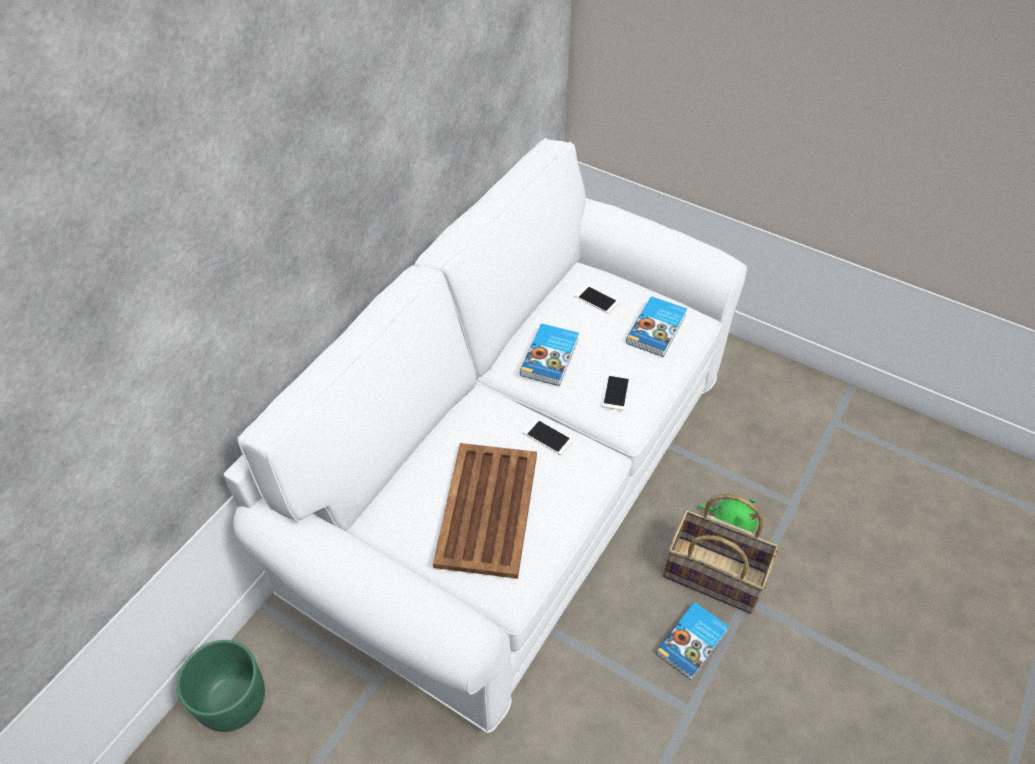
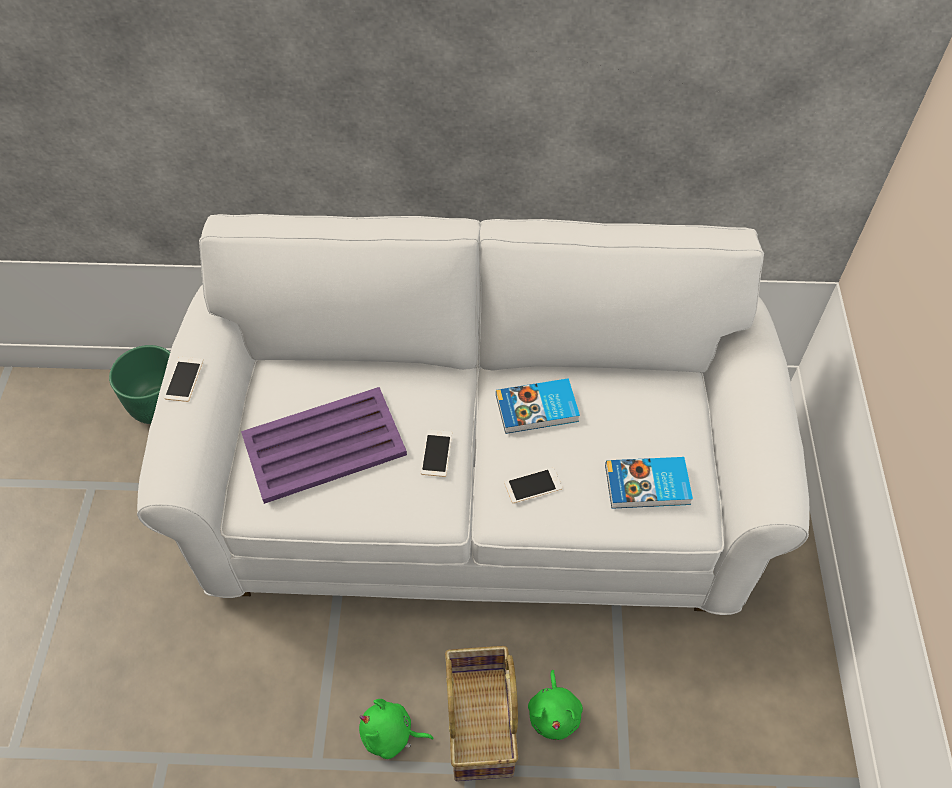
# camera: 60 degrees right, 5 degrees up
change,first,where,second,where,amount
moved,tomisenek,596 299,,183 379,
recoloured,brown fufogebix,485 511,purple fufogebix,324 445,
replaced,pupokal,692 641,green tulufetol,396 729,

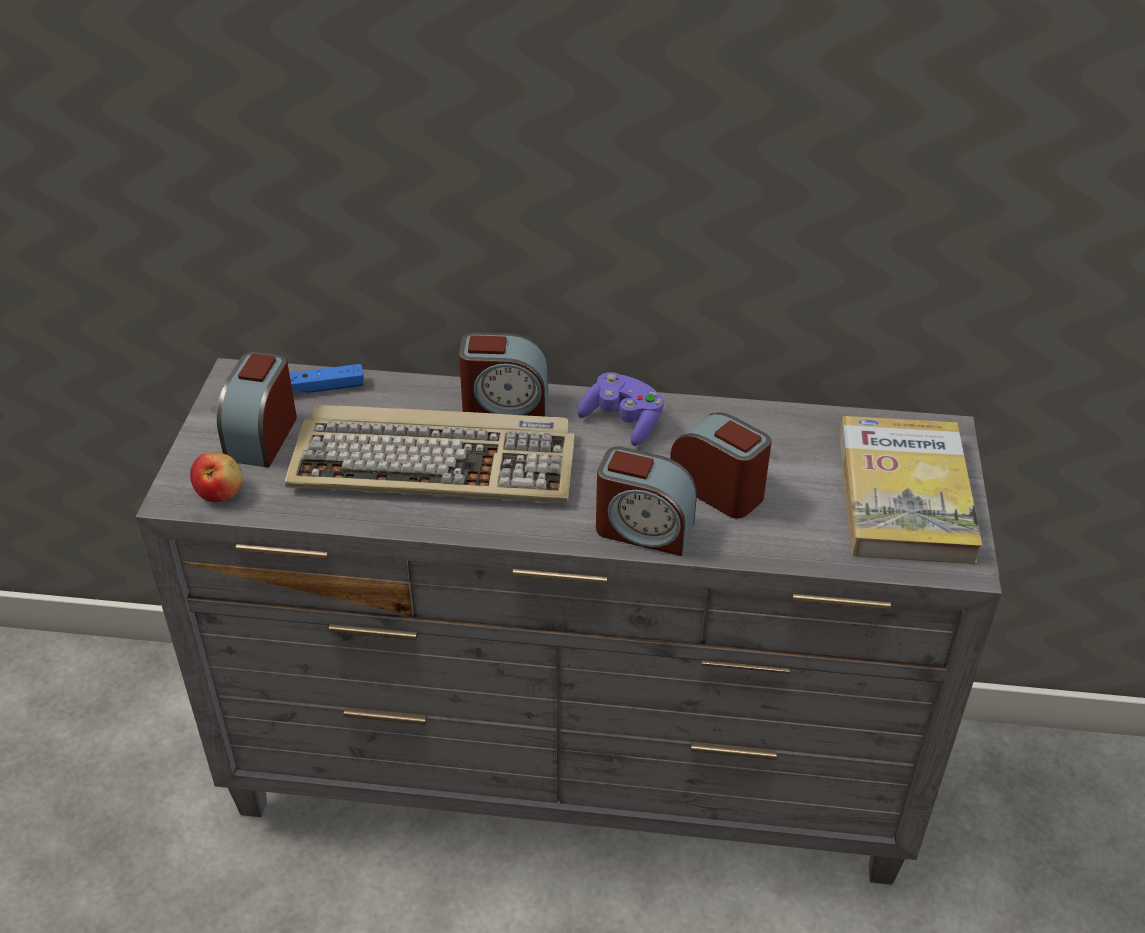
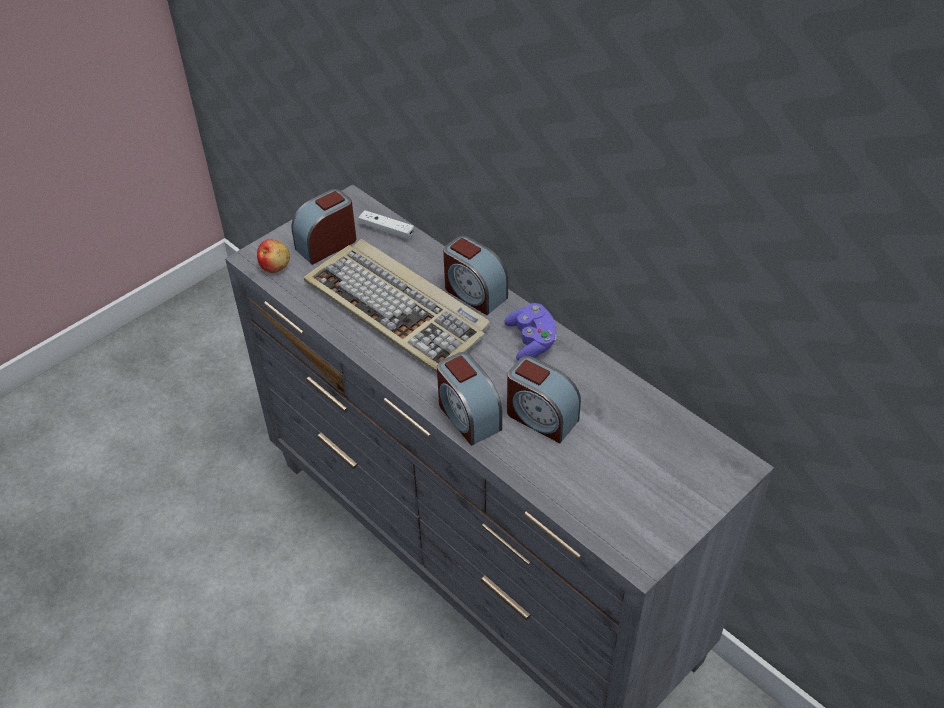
# camera: 40 degrees right, 5 degrees up
change,first,where,second,where,amount
recoloured,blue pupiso,326 378,white pupiso,386 225,
turned,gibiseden,720 465,,544 399,135 degrees clockwise
removed,pupokal,910 490,,,

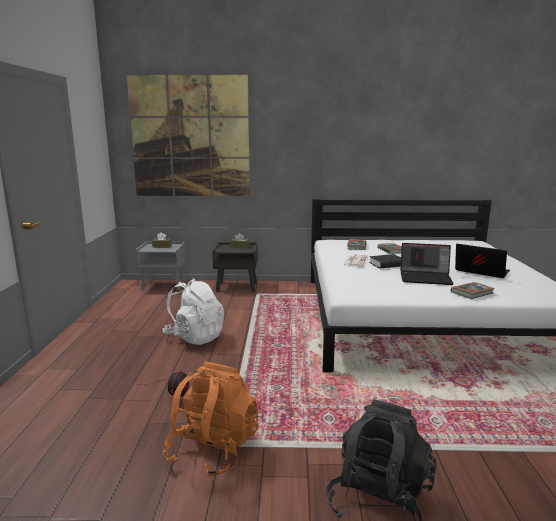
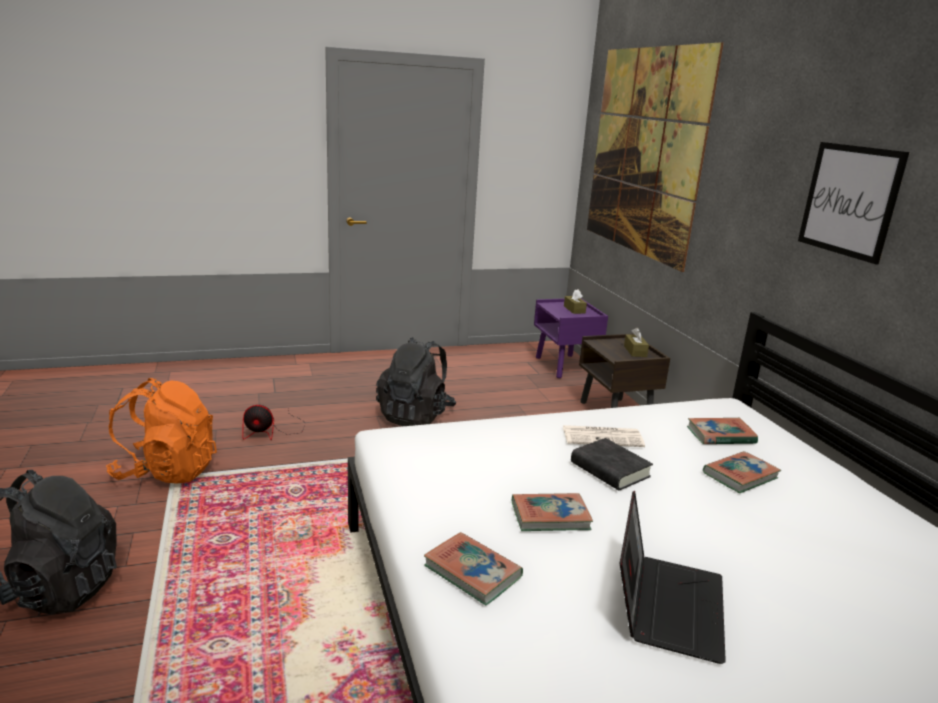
# camera: 70 degrees right, 5 degrees up
change,first,where,second,where,amount
recoloured,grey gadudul,160 266,purple gadudul,571 338,
replaced,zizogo,427 264,pupokal,552 512,
recoloured,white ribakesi,193 311,black ribakesi,416 381,
added,,,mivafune,853 203,

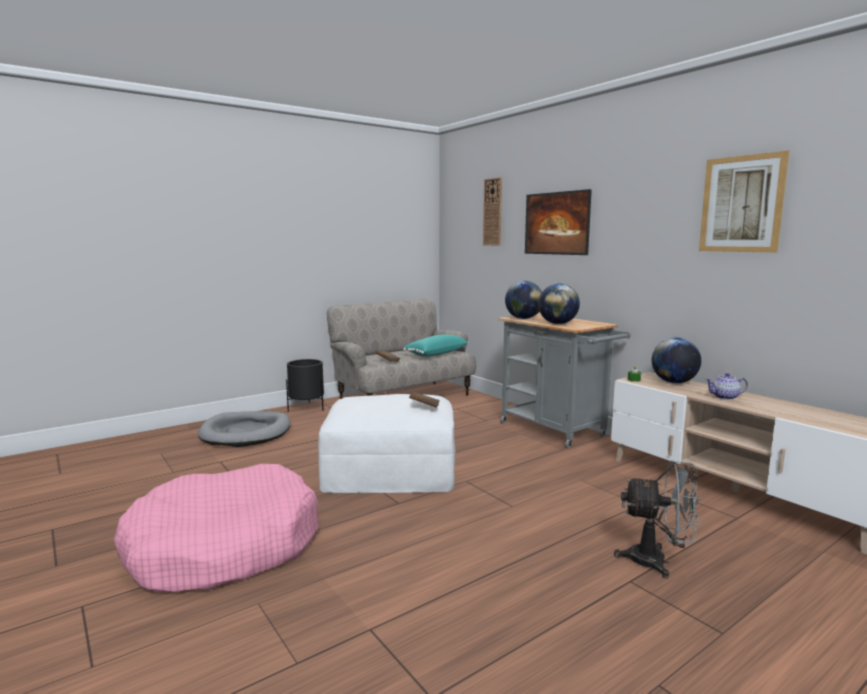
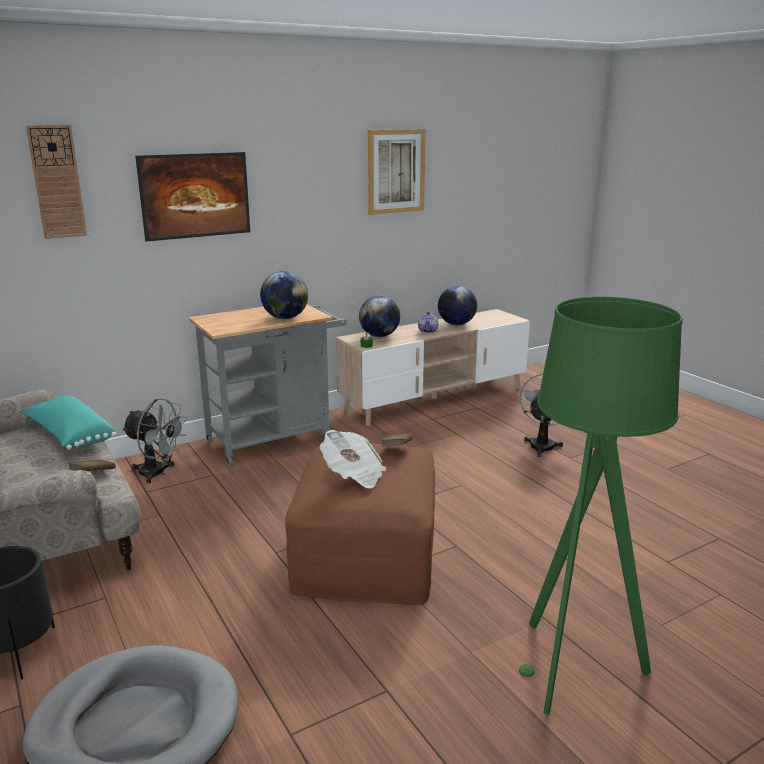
# camera: 85 degrees left, 10 degrees up
change,first,where,second,where,amount
moved,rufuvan,523 300,,457 305,
recoloured,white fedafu,386 443,brown fedafu,360 524,
replaced,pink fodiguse,216 528,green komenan,601 506,
added,,,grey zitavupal,154 441,
added,,,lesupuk,353 459,

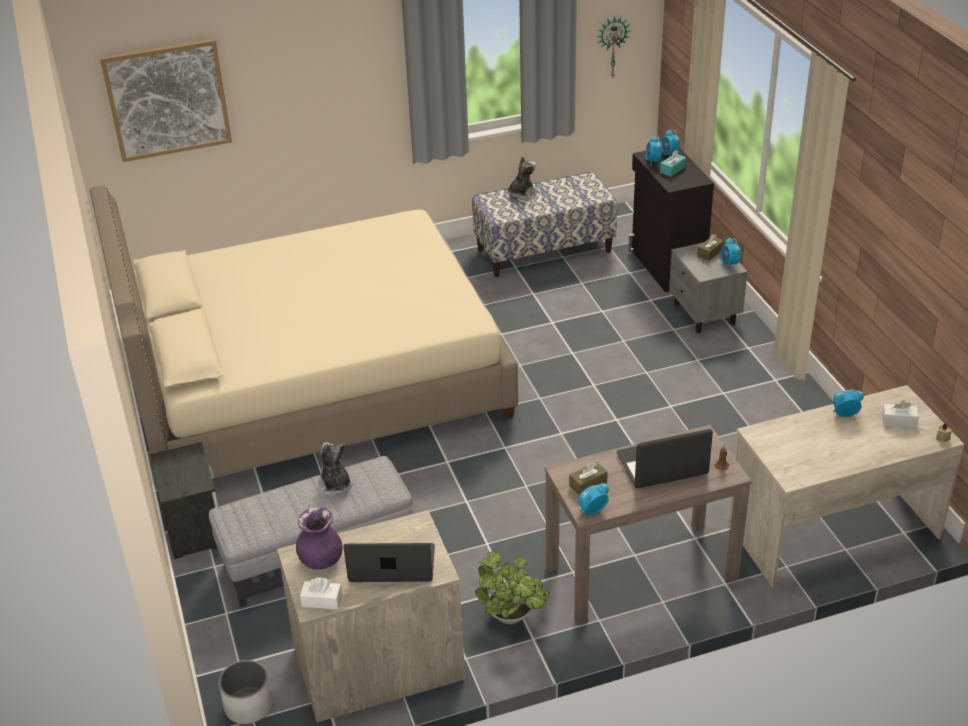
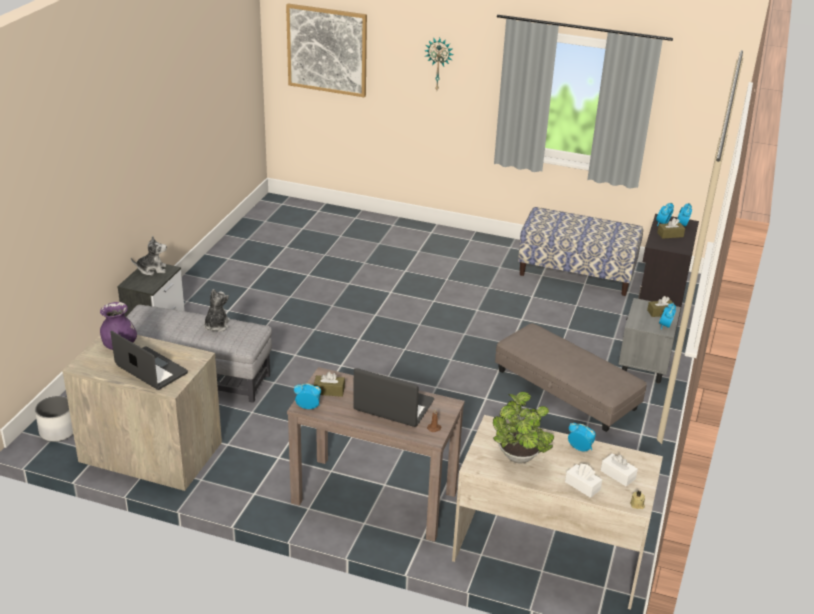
# camera: 35 degrees right, 5 degrees down
change,first,where,second,where,amount
moved,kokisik,613 47,,439 63,
recoloured,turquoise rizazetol,673 164,brown rizazetol,671 228,
moved,tulufetol,523 178,,149 256,
removed,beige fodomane,304 331,,,
moved,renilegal,512 587,,523 428,
moved,white rizazetol,321 593,,583 481,
added,,,grey fedafu,571 377,

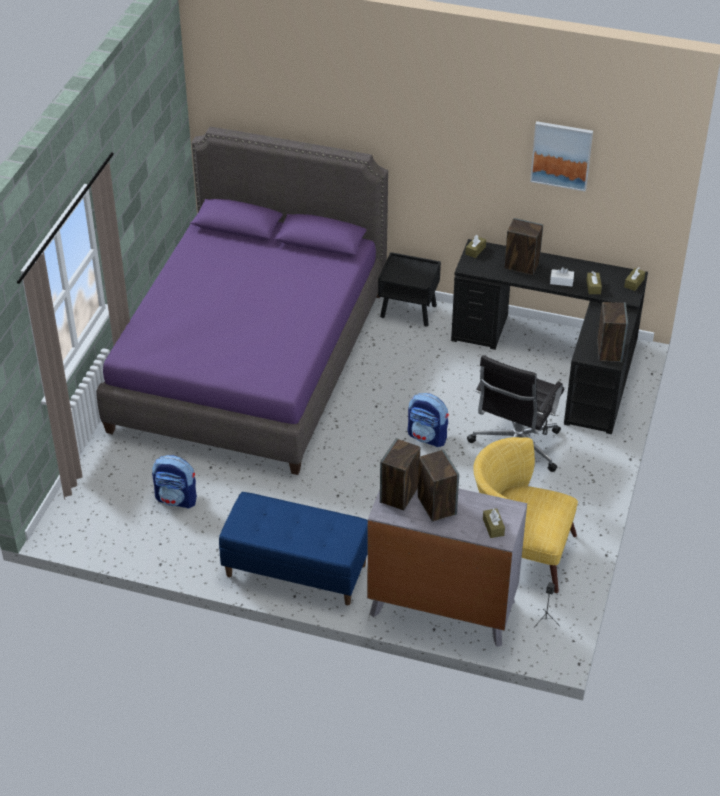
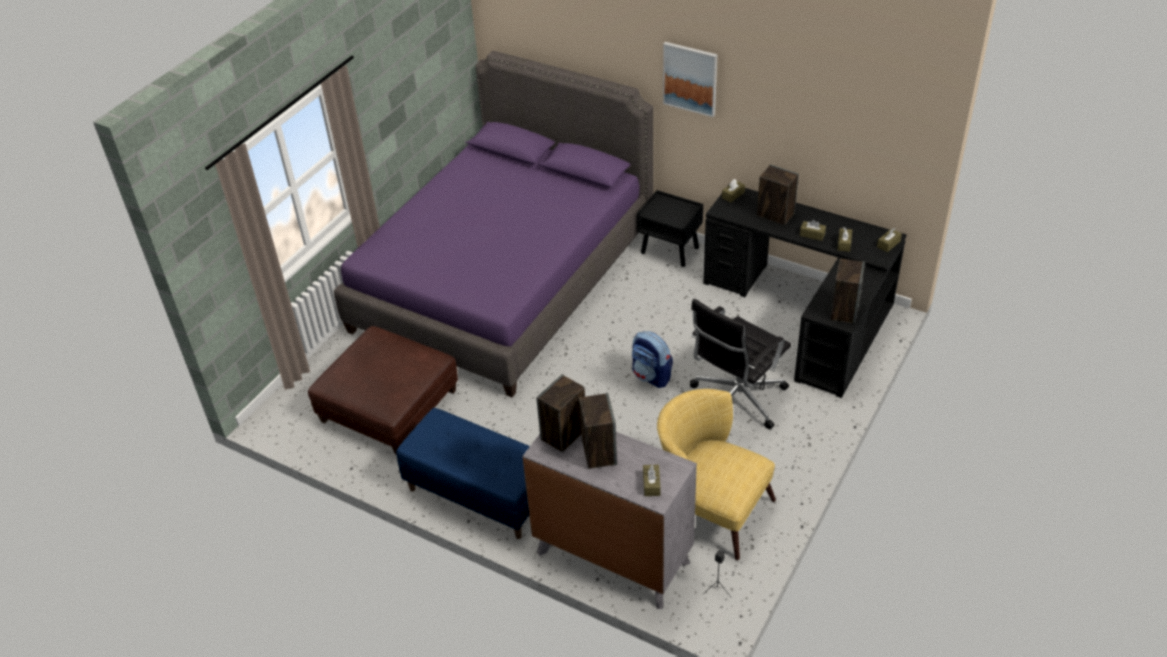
# camera: 15 degrees right, 0 degrees up
change,first,where,second,where,amount
moved,mivafune,561 156,,690 79,
recoloured,white rizazetol,562 276,brown rizazetol,813 230,
replaced,ribakesi,174 481,brown fedafu,383 390,

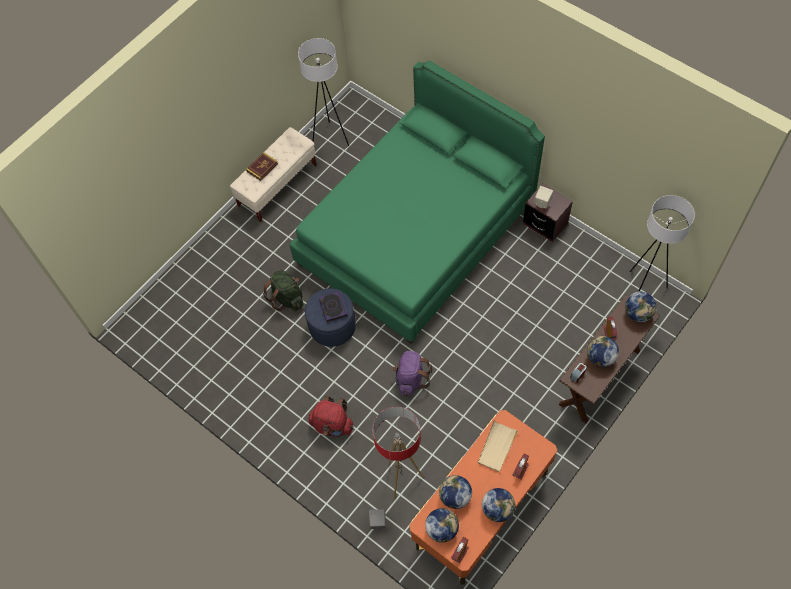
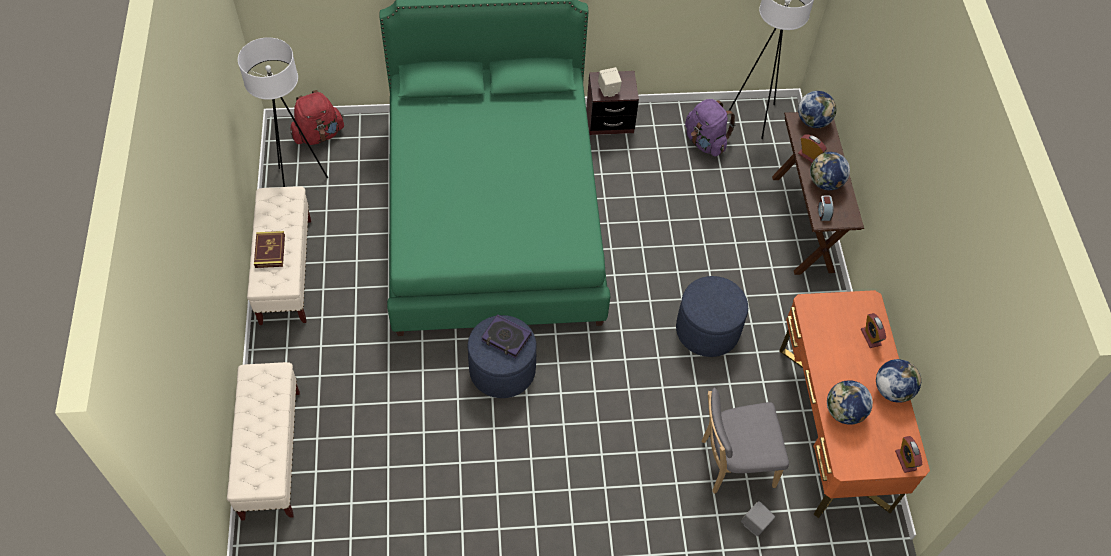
# camera: 50 degrees left, 5 degrees down
change,first,where,second,where,amount
removed,green ribakesi,283 290,,,
moved,purple ribakesi,412 373,,710 128,
moved,red ribakesi,331 416,,317 117,
replaced,komenan,397 453,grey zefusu,745 441,
removed,beige fufogebix,498 446,,,
removed,rufuvan,442 525,,,
added,,,blue fedafu,712 316,
added,,,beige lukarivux,263 441,

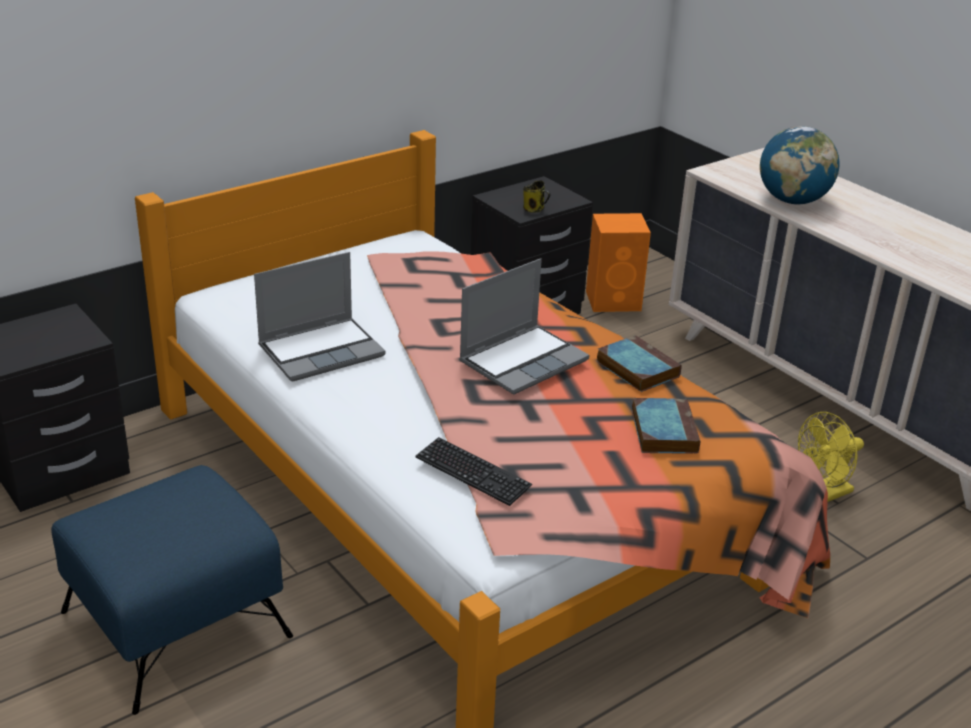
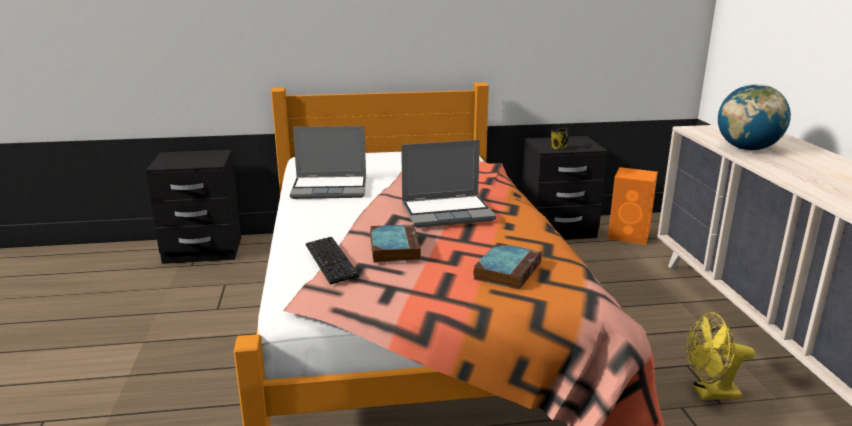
# camera: 30 degrees right, 10 degrees down
change,first,where,second,where,amount
moved,pupokal,639 363,,395 243,
removed,blue fedafu,172 590,,,

